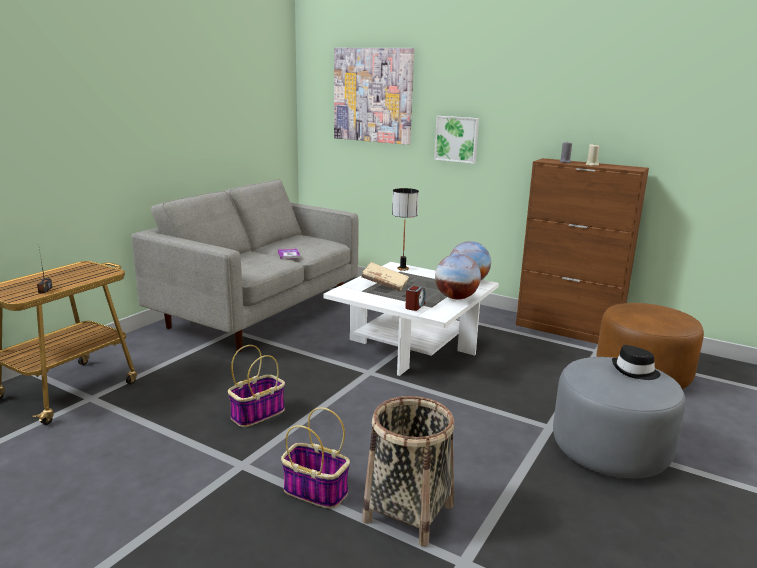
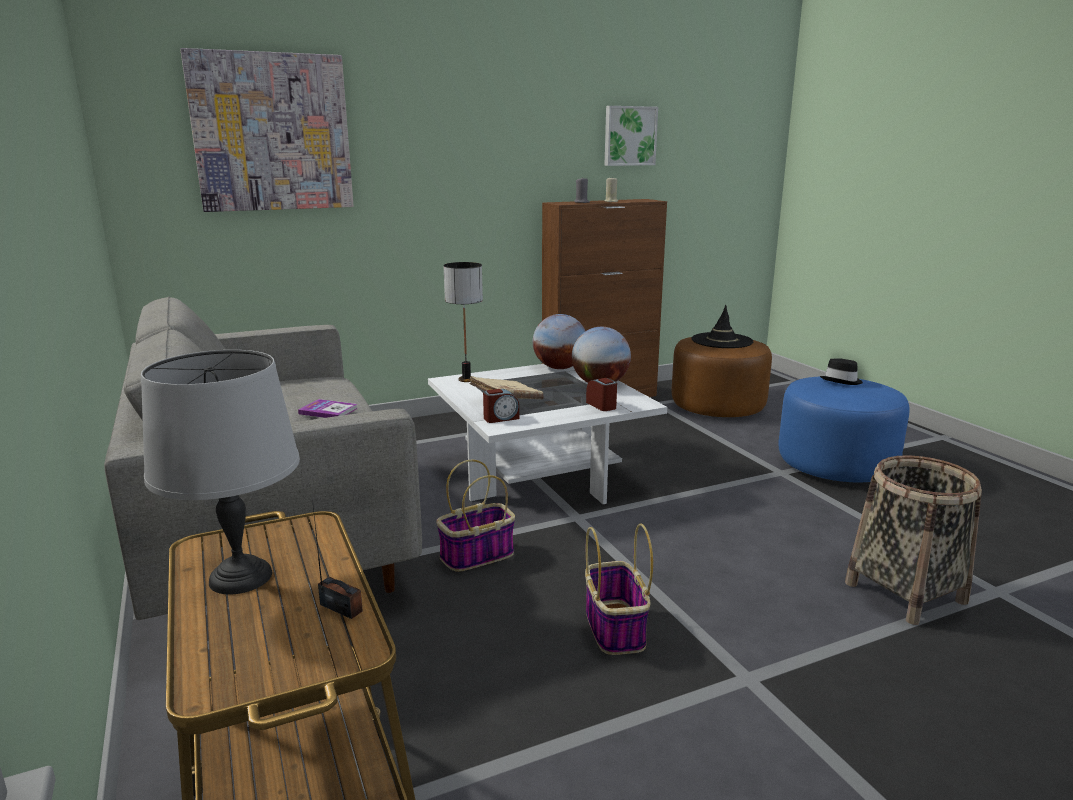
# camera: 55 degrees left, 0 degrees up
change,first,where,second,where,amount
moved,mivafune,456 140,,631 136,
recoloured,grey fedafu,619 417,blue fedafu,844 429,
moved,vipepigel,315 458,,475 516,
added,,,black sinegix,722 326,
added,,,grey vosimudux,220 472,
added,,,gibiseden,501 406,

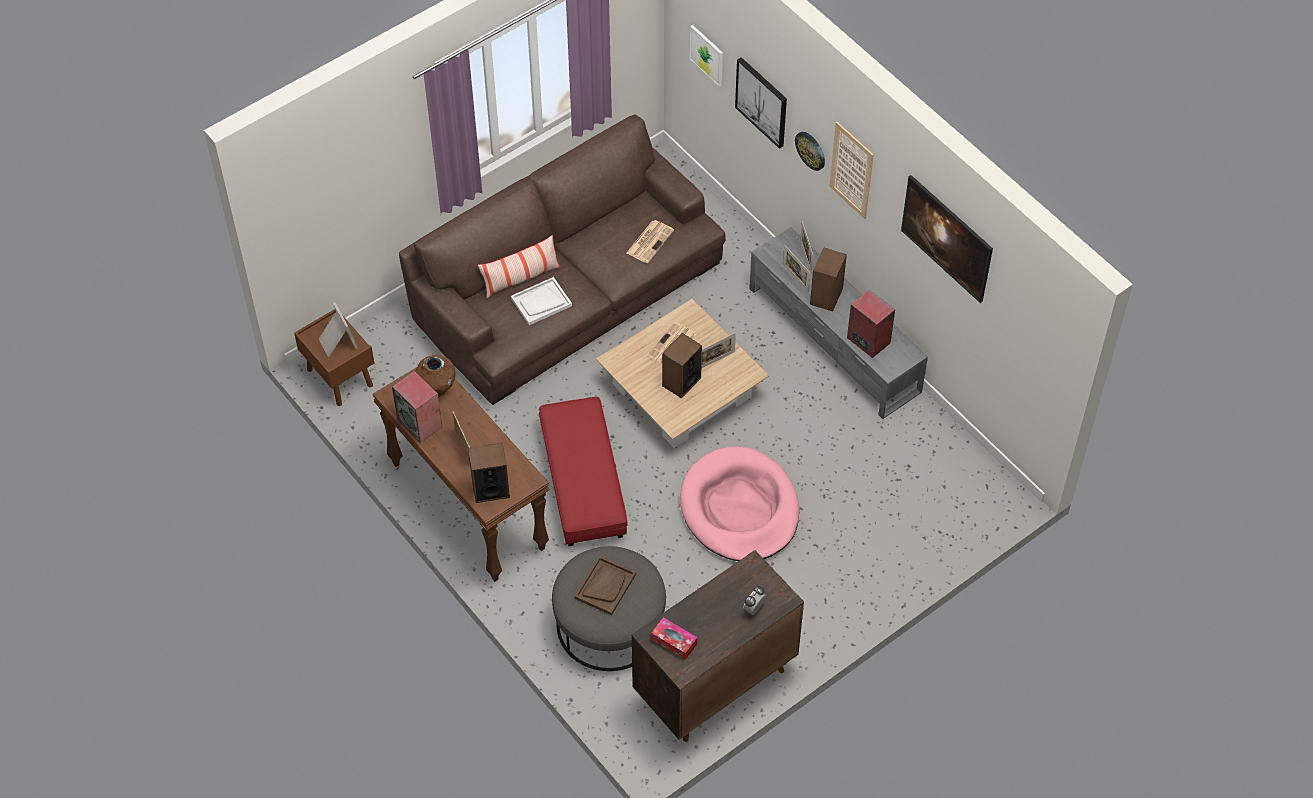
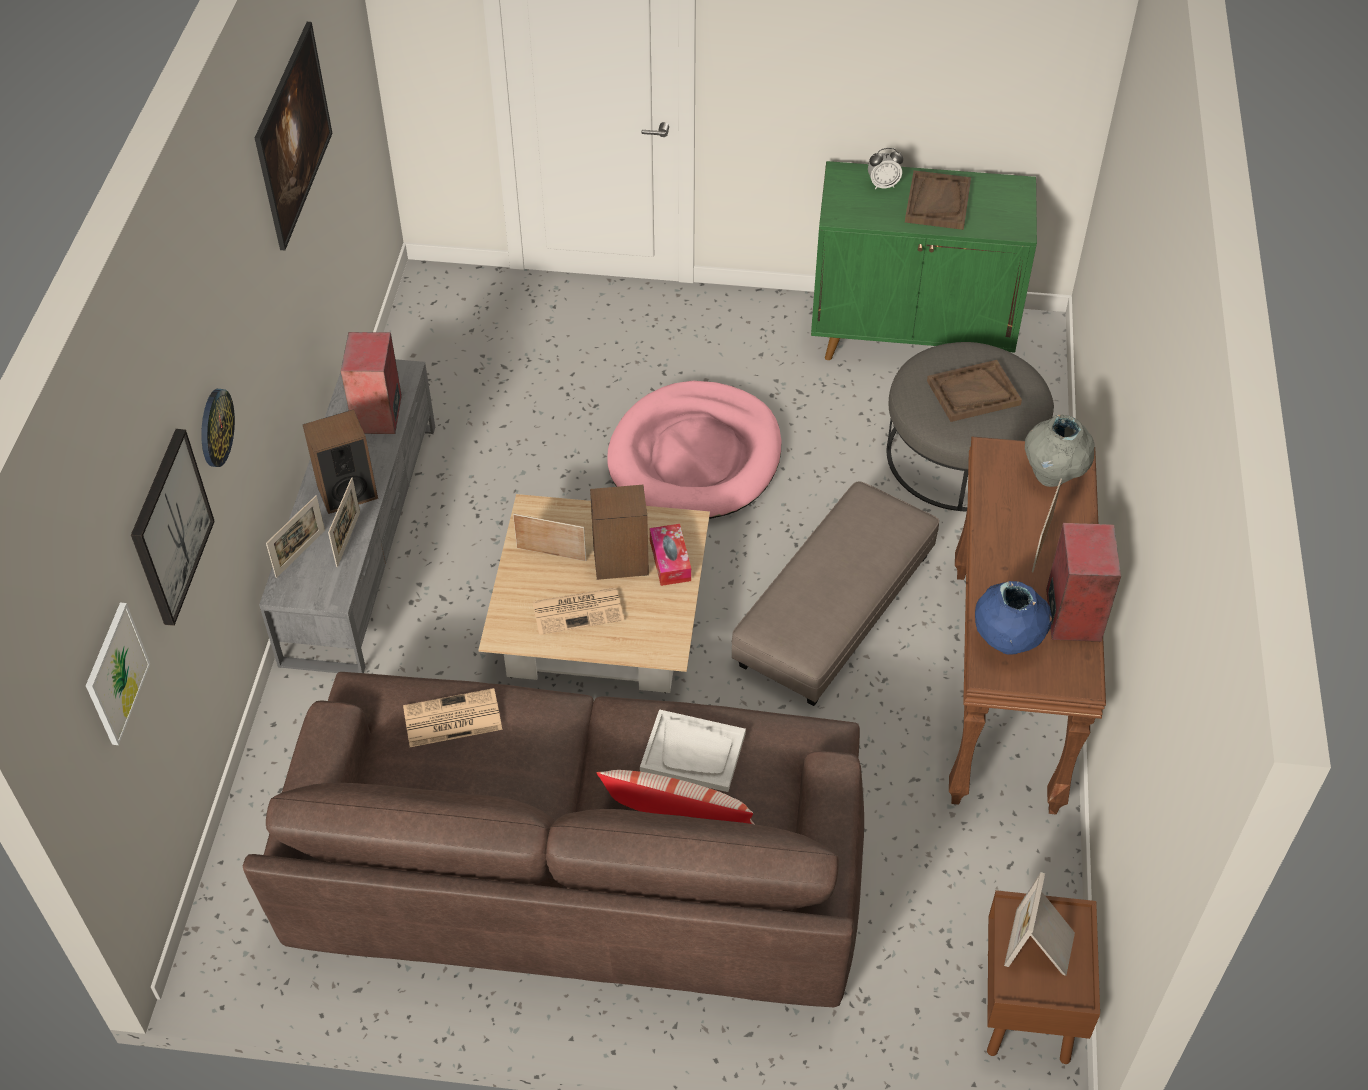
# camera: 135 degrees left, 5 degrees down
change,first,where,second,where,amount
removed,mivafune,851 170,,,
recoloured,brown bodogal,435 376,blue bodogal,1013 618,
recoloured,red fedafu,583 471,grey fedafu,835 594,
replaced,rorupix,489 473,grey bodogal,1060 451,
recoloured,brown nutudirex,718 646,green nutudirex,924 260,
moved,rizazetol,674 638,,670 555,
added,,,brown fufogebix,938 200,

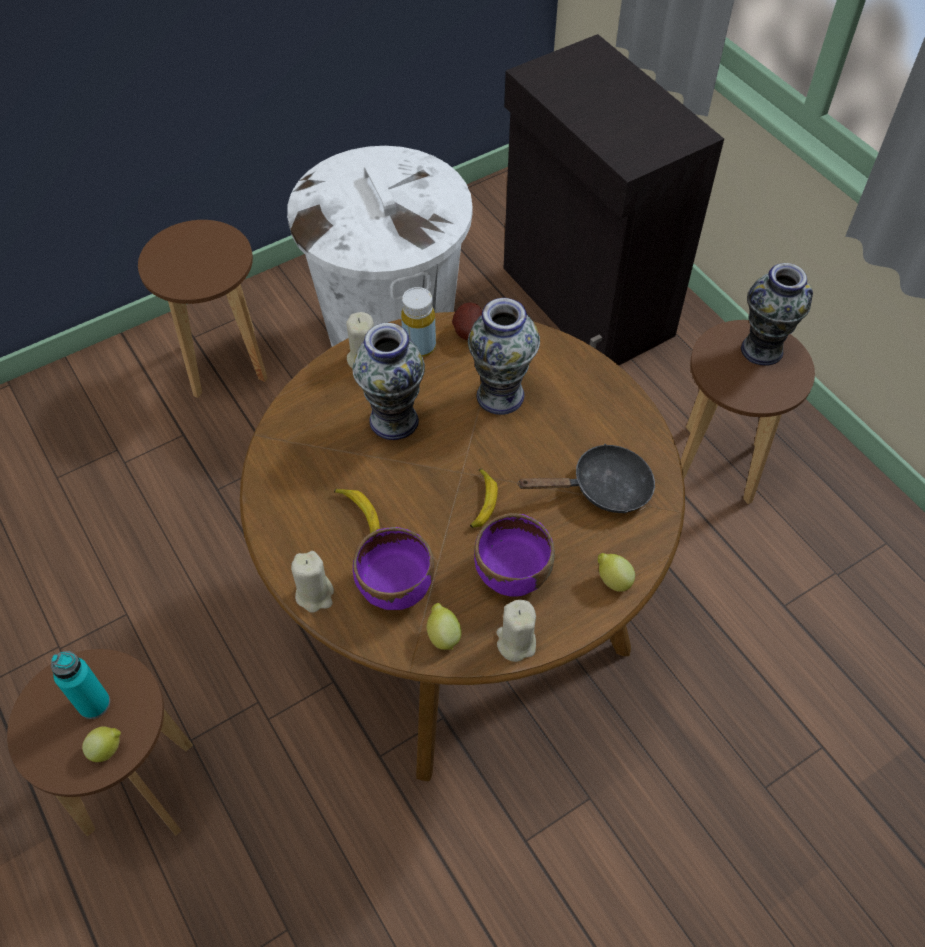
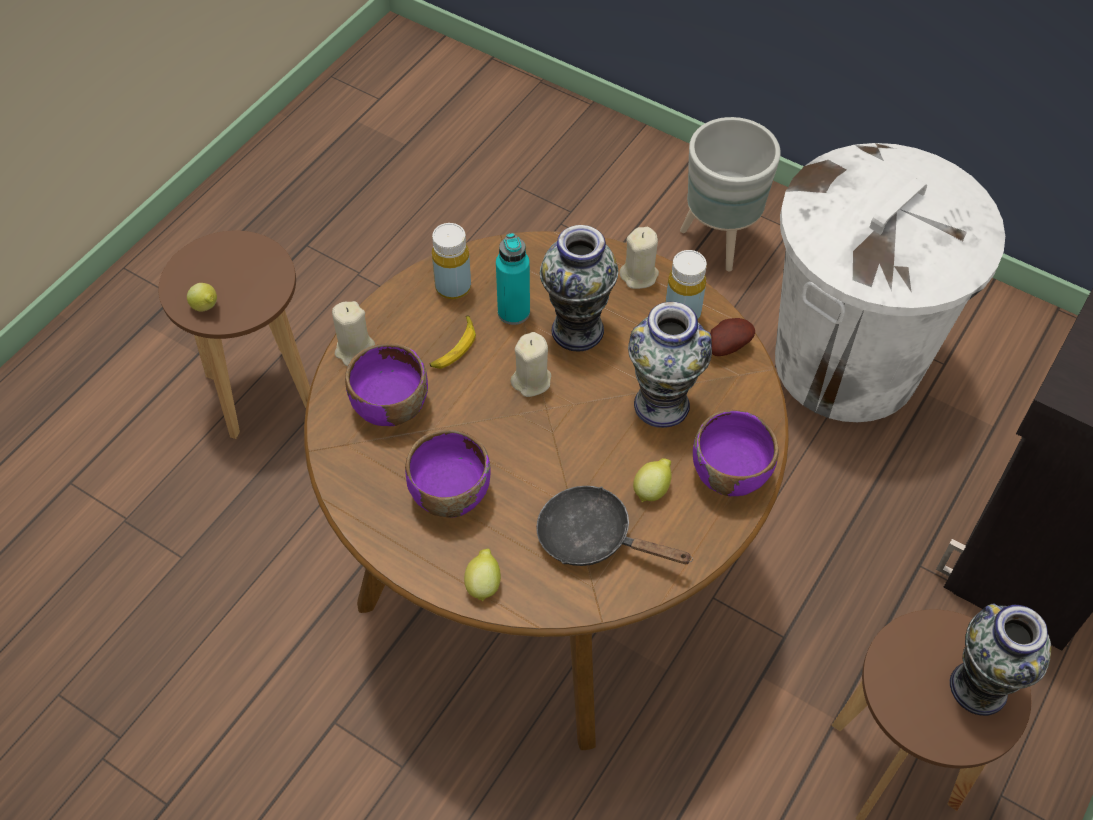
# camera: 65 degrees right, 0 degrees up
change,first,where,second,where,amount
replaced,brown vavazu,203 309,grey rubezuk,730 194,
turned,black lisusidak,586 478,,614 526,150 degrees clockwise
removed,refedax,484 498,,,
moved,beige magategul,516 631,,530 364,
moved,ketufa,444 626,,652 480,
moved,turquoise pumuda,80 685,,513 279,
added,,,yellow pumuda,451 261,
added,,,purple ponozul,736 453,

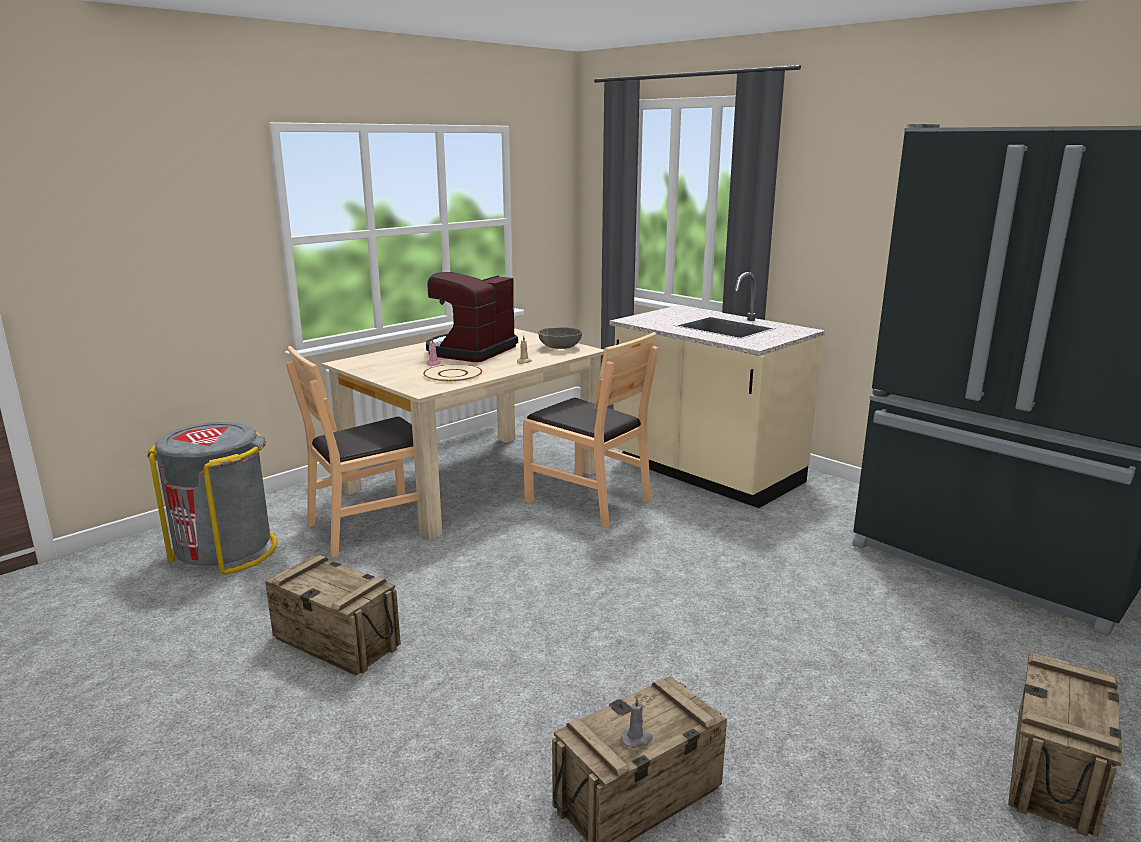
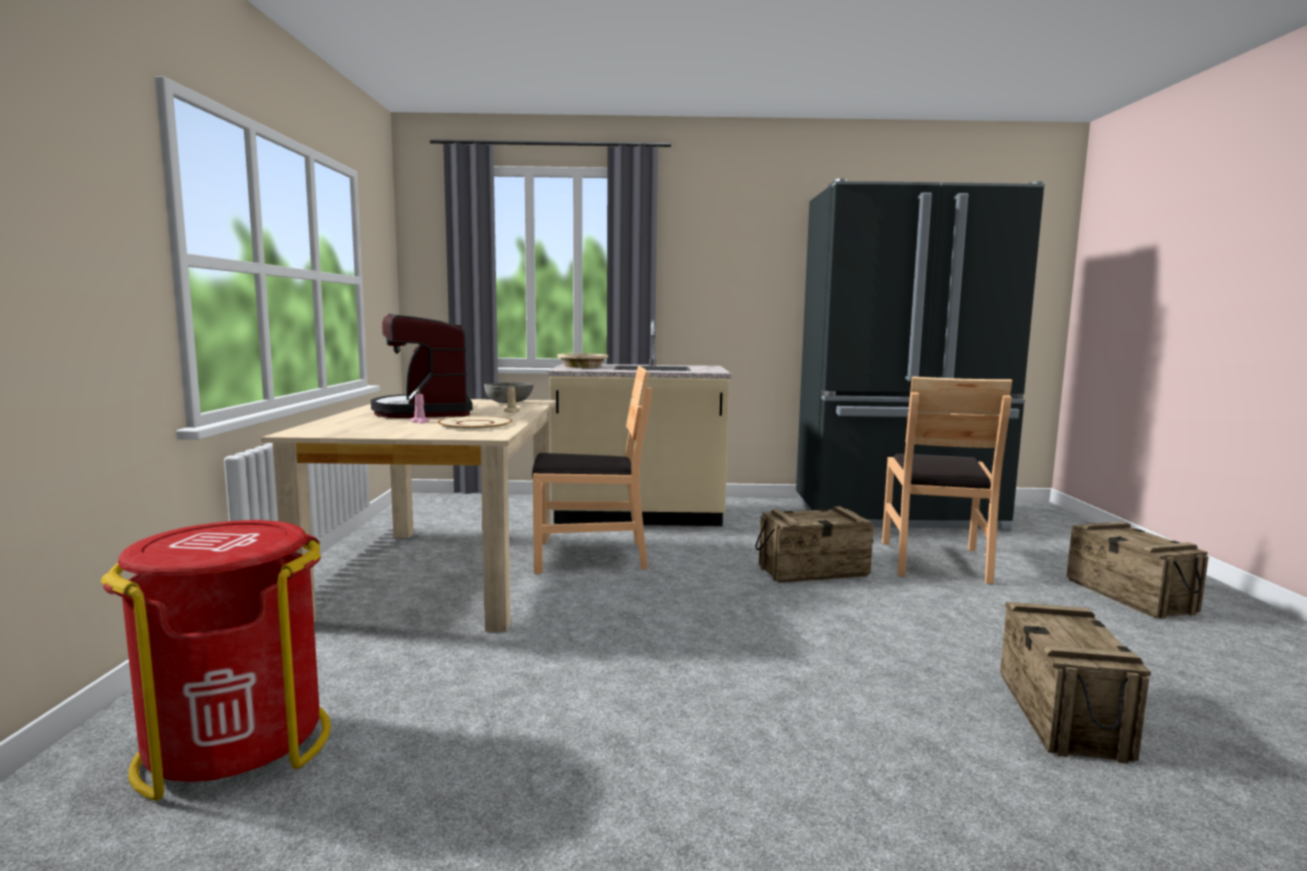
# camera: 45 degrees left, 10 degrees down
change,first,where,second,where,amount
moved,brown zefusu,352 451,,947 480,
recoloured,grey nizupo,212 498,red nizupo,215 660,
moved,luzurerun,333 615,,814 544,
removed,grey magategul,637 722,,,
added,,,beige ponozul,583 360,

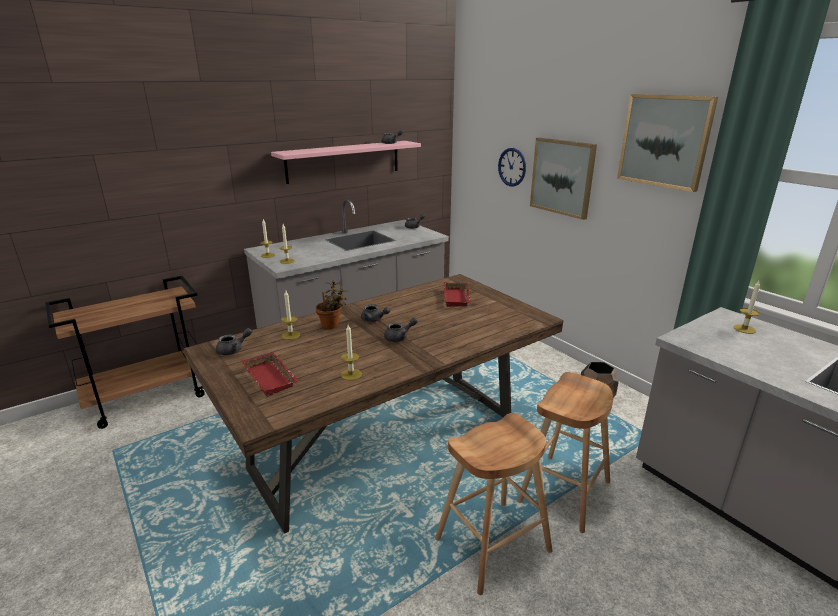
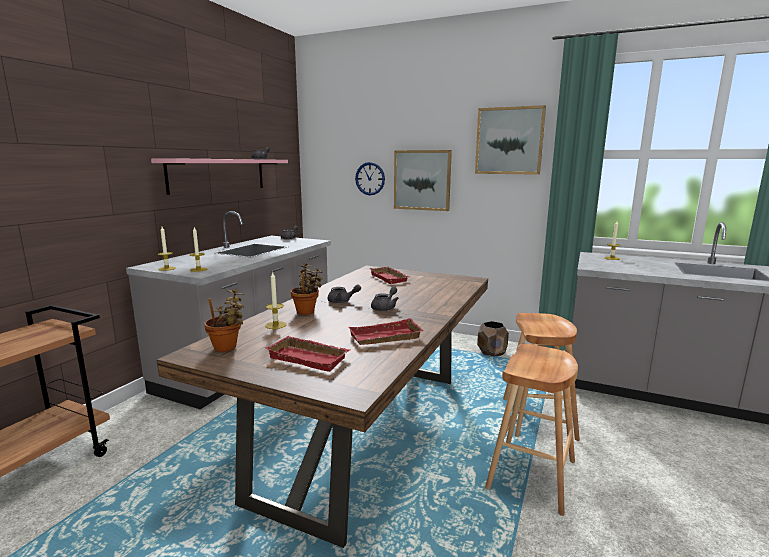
# camera: 30 degrees left, 10 degrees down
change,first,where,second,where,amount
replaced,magategul,351 352,red fufogebix,386 331,
replaced,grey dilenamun,234 341,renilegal,224 320,

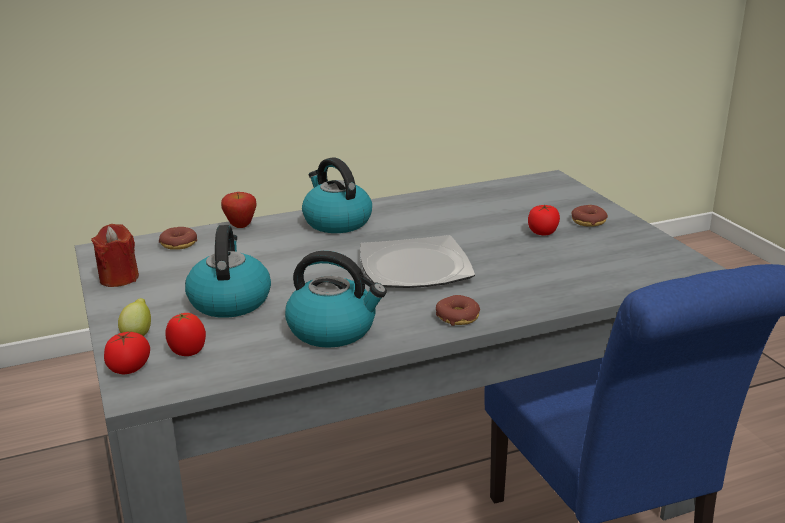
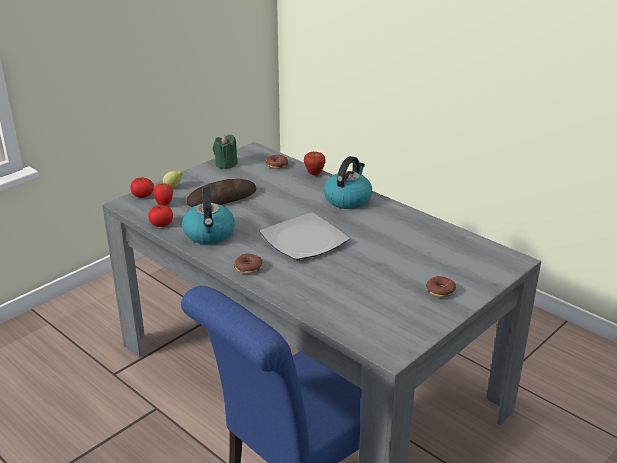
# camera: 65 degrees right, 5 degrees up
change,first,where,second,where,amount
moved,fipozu,544 220,,160 216,
recoloured,red magategul,115 255,green magategul,225 151,
replaced,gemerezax,228 271,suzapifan,221 193,

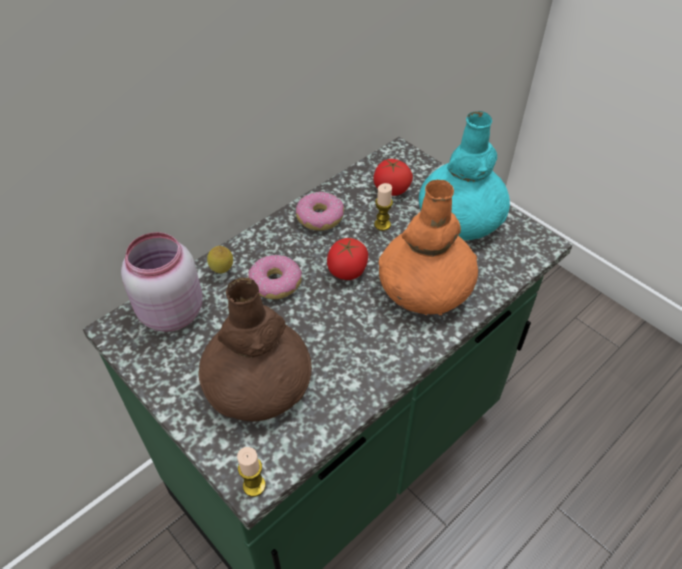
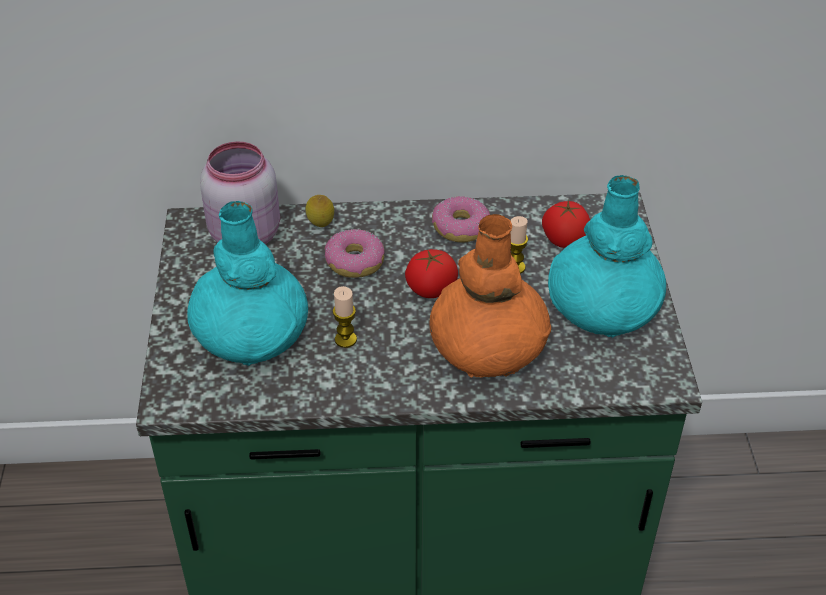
# camera: 40 degrees right, 5 degrees down
change,first,where,second,where,amount
recoloured,brown bodogal,255 349,turquoise bodogal,247 283,
moved,magategul,251 472,,345 317,

